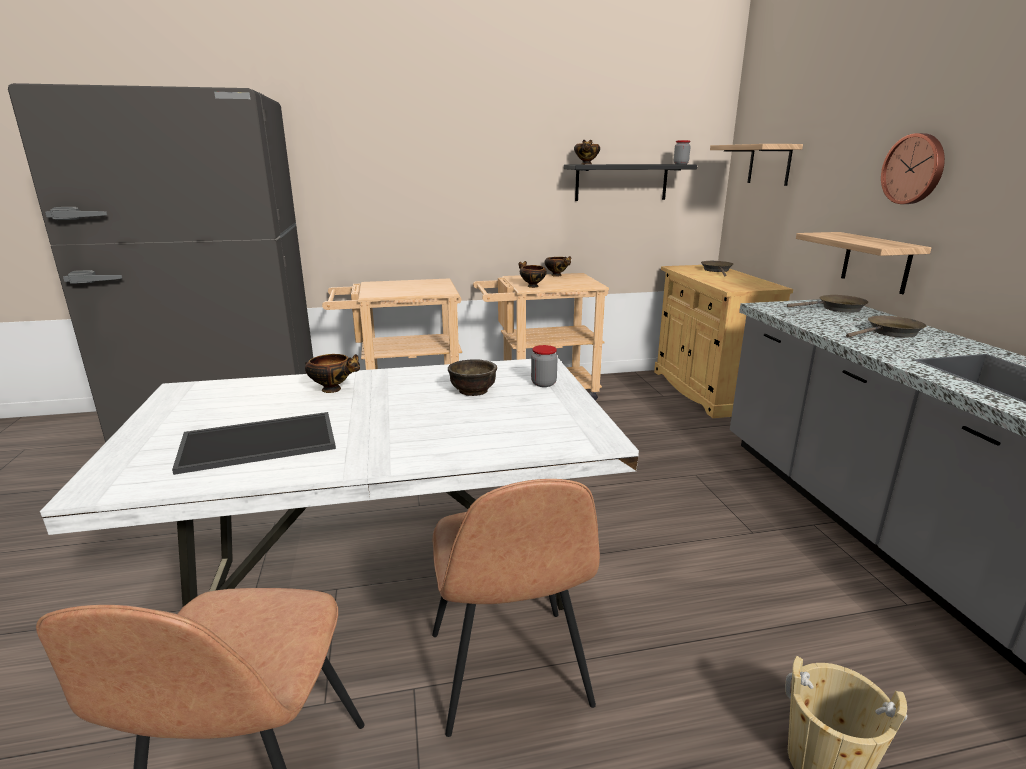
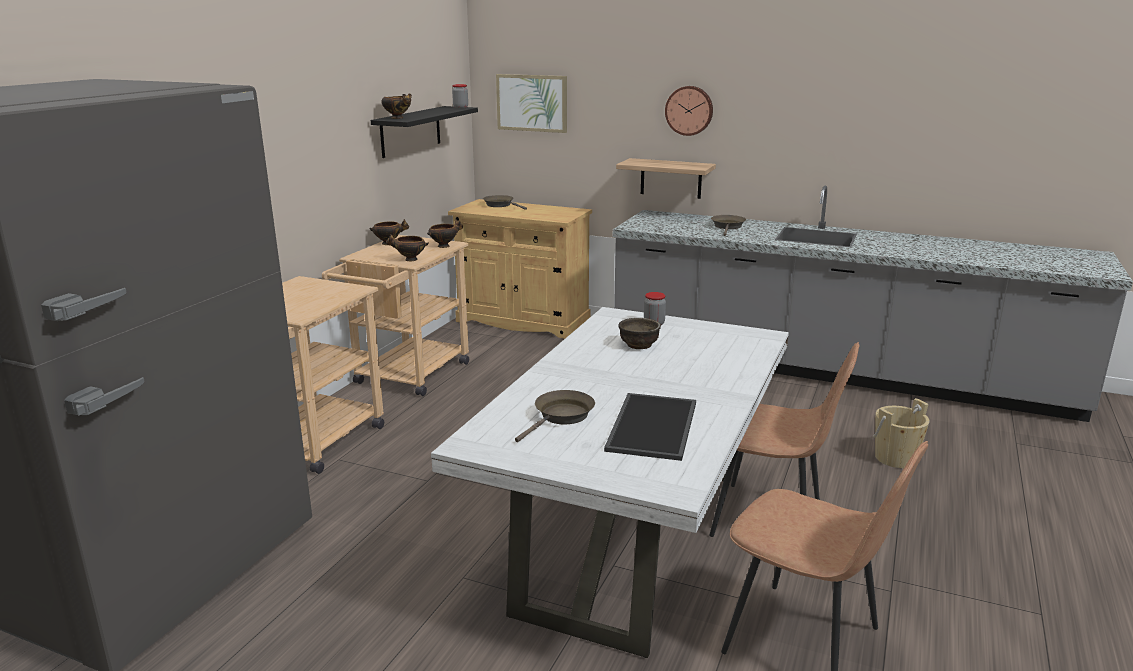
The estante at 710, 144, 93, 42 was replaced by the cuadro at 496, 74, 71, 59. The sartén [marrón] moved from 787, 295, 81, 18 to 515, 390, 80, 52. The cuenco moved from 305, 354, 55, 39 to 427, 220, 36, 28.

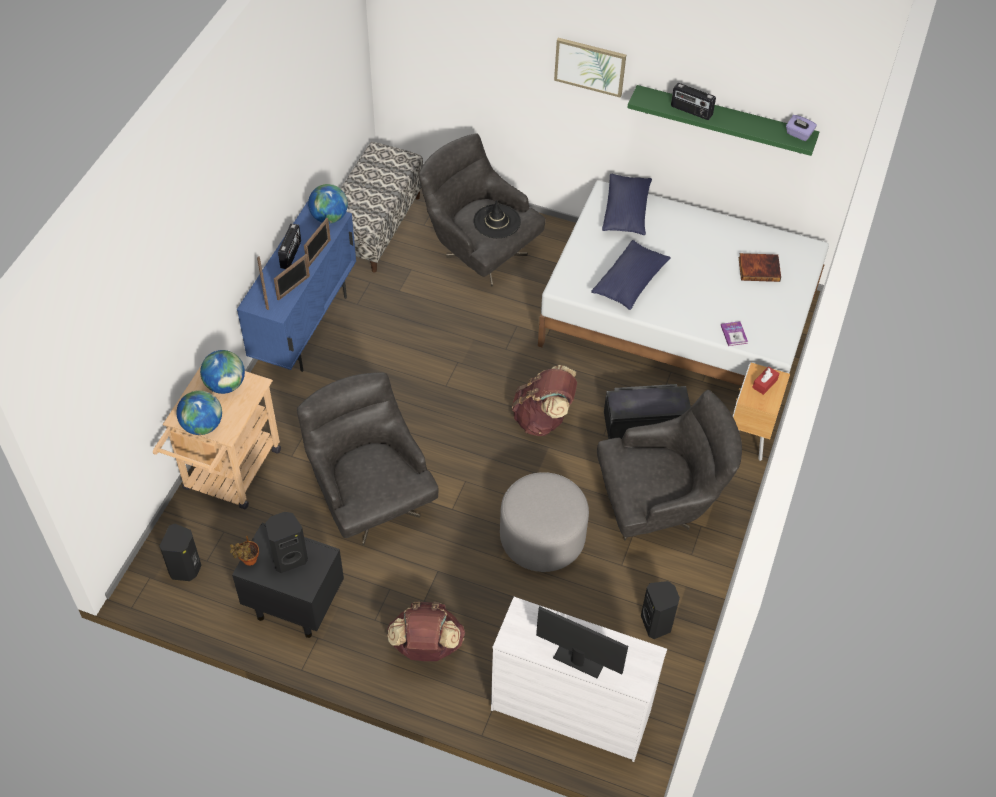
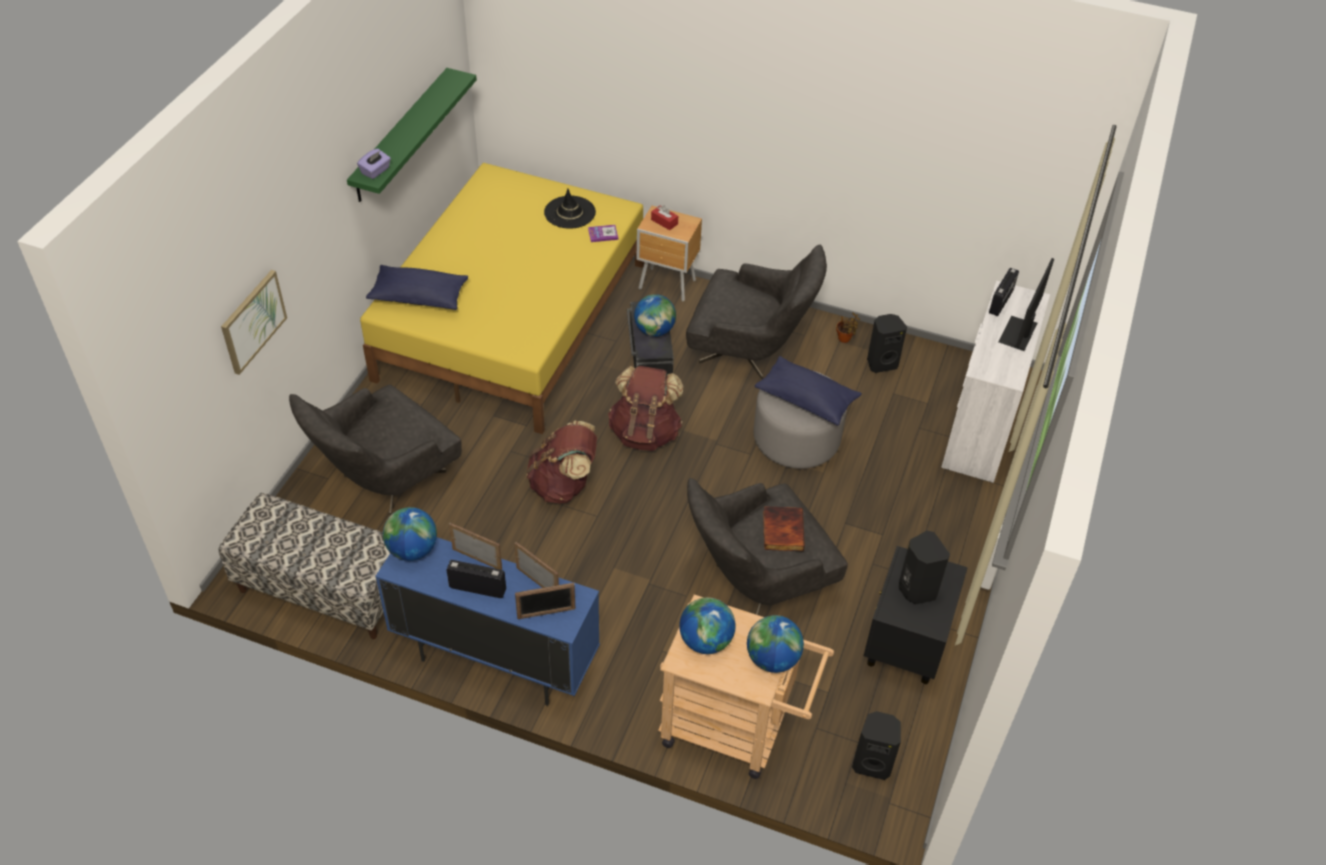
The cuadro moved from 554, 38, 72, 60 to 221, 270, 66, 105. The radio moved from 671, 83, 45, 37 to 989, 268, 30, 48. The caja de pañuelos [morado] moved from 786, 115, 31, 26 to 357, 148, 34, 31. The cama [blanco] at 538, 180, 291, 236 became the cama [amarillo] at 360, 163, 284, 271. The sombrero [negro] moved from 473, 200, 48, 38 to 544, 189, 52, 40. The cojín [azul] moved from 591, 240, 80, 70 to 754, 356, 108, 70. The libro moved from 739, 253, 42, 29 to 763, 506, 42, 45. The sillón [gris] at 597, 390, 145, 150 turned 120 degrees clockwise. The planta en maceta moved from 230, 536, 29, 30 to 836, 312, 24, 31. The mochila [marrón] moved from 387, 601, 78, 60 to 526, 421, 71, 83. The globo terráqueo at 634, 294, 42, 43 appeared.

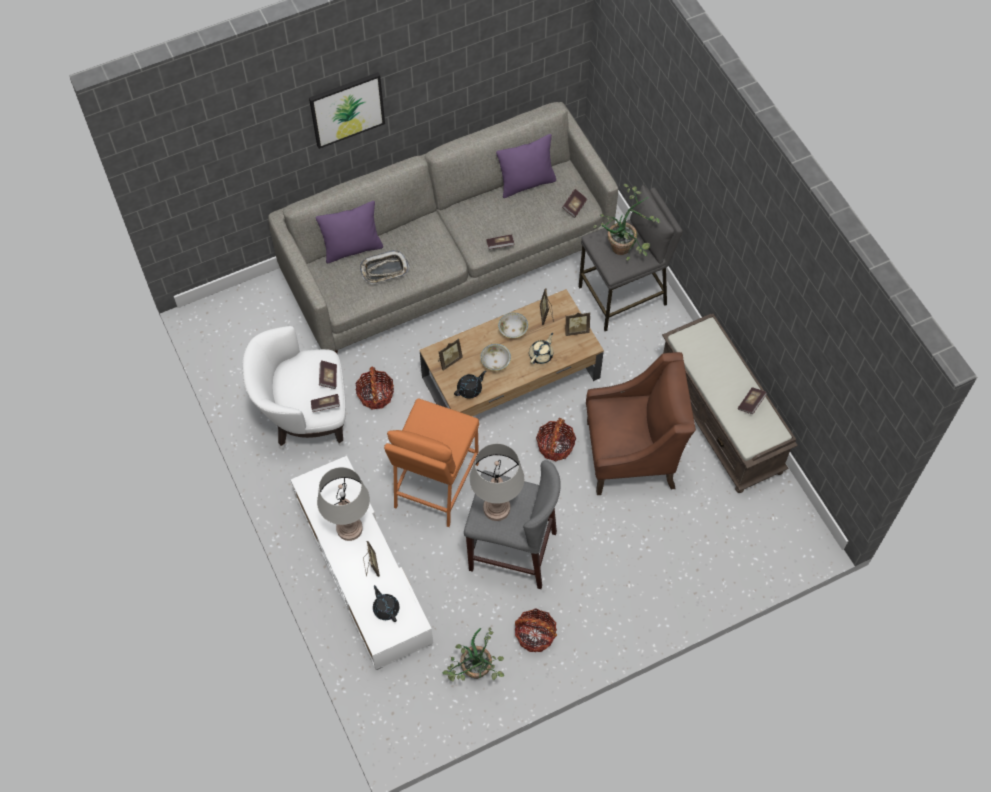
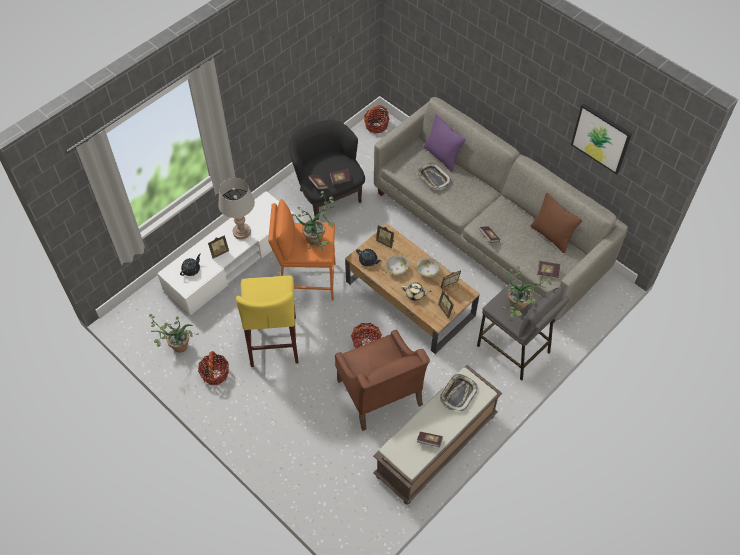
The cuadro moved from 309, 72, 76, 77 to 571, 103, 61, 72. The cojín [morado] at 496, 134, 60, 64 became the cojín [marrón] at 531, 193, 51, 60. The sillón [blanco] at 242, 326, 104, 124 became the sillón [negro] at 289, 120, 76, 100. The cesta moved from 356, 367, 38, 43 to 364, 105, 25, 29. The lámpara de mesa [gris] at 470, 443, 54, 78 disappeared. The taburete [gris] at 464, 460, 97, 129 became the taburete [amarillo] at 236, 276, 63, 91. The planta en maceta at 292, 191, 43, 59 appeared. The bandeja at 440, 374, 38, 38 appeared.

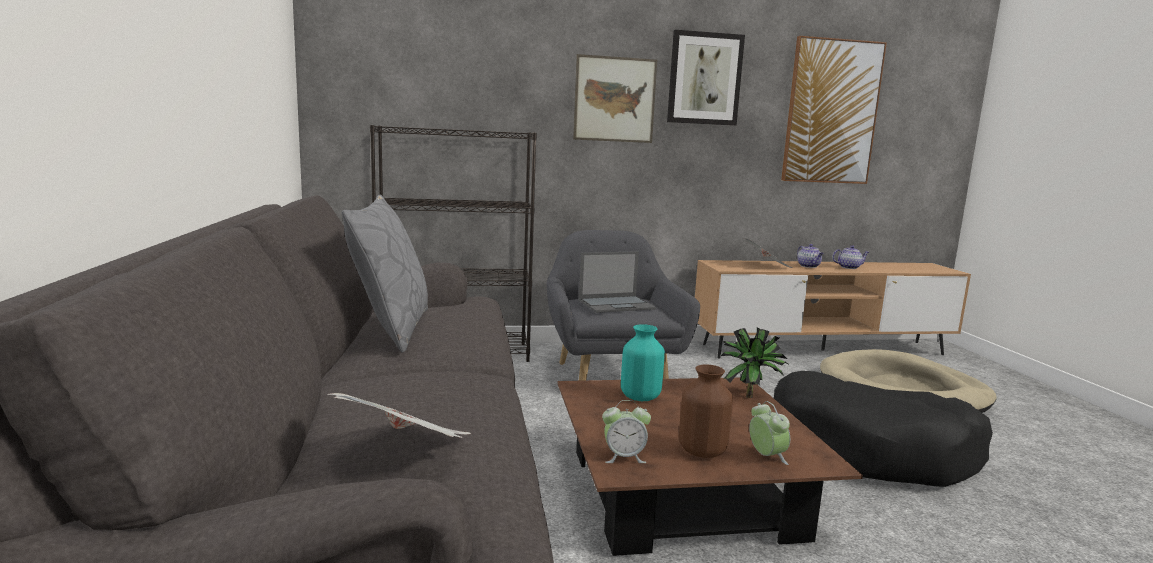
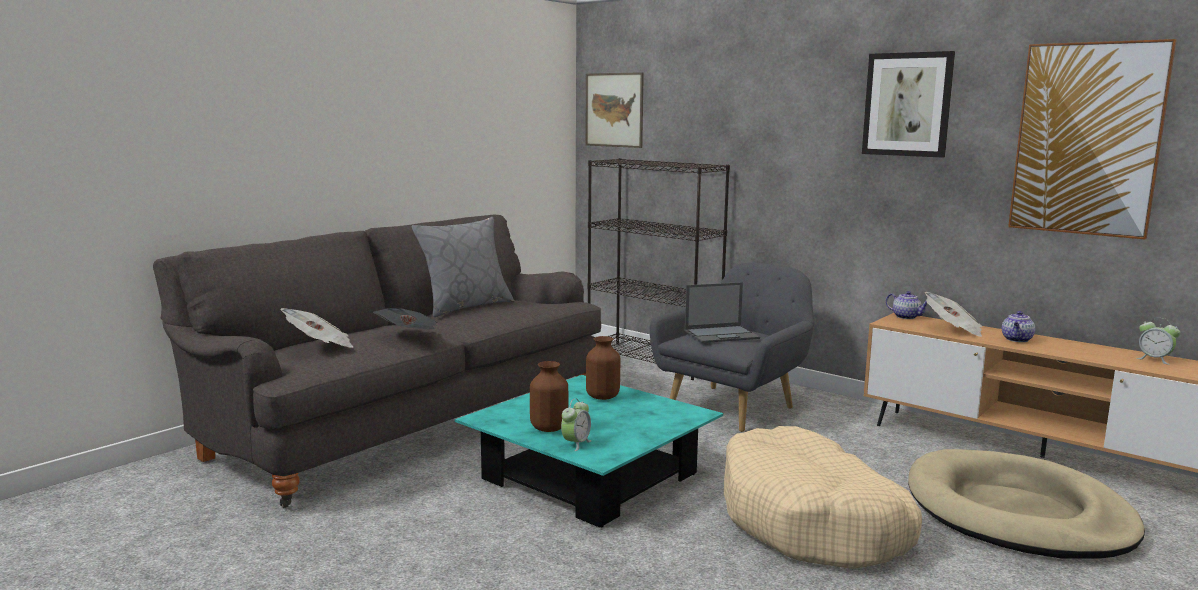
The cuadro moved from 573, 54, 84, 89 to 585, 72, 59, 76. The tetera moved from 832, 245, 37, 24 to 886, 291, 42, 28. The portátil at 579, 251, 77, 62 turned 45 degrees counterclockwise. The florero [turquesa] at 621, 324, 44, 77 became the florero [marrón] at 586, 336, 34, 64. The planta en maceta at 721, 327, 67, 71 disappeared. The cama para perro [negro] at 774, 371, 219, 116 became the cama para perro [beis] at 724, 426, 198, 143. The mesa de centro [marrón] at 557, 377, 306, 179 became the mesa de centro [turquesa] at 455, 375, 268, 153. The despertador moved from 602, 400, 49, 63 to 1136, 318, 44, 47. The periódico at 373, 308, 65, 22 appeared.

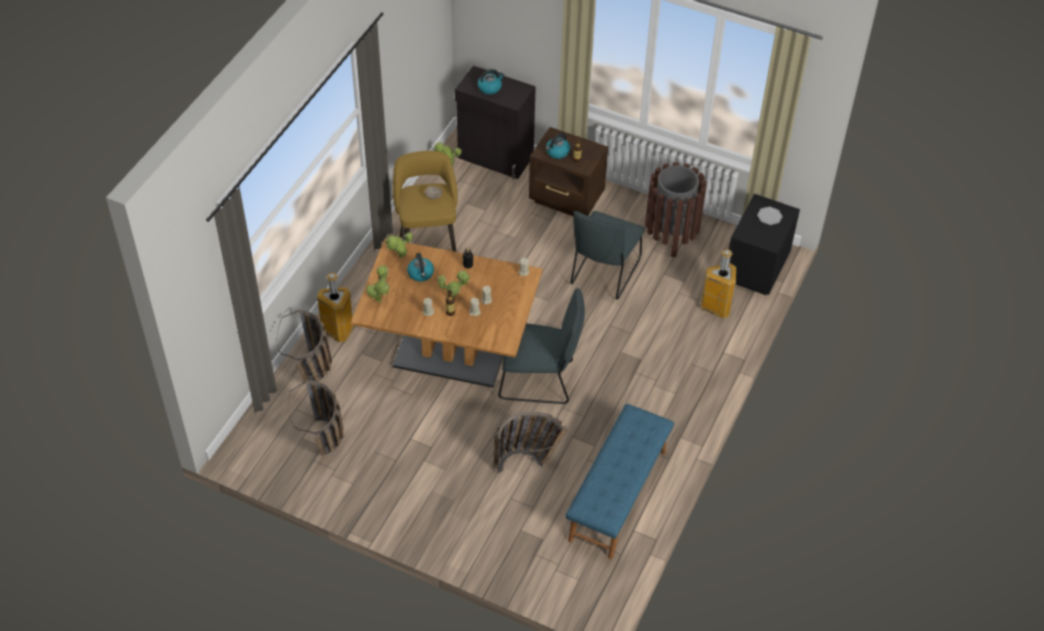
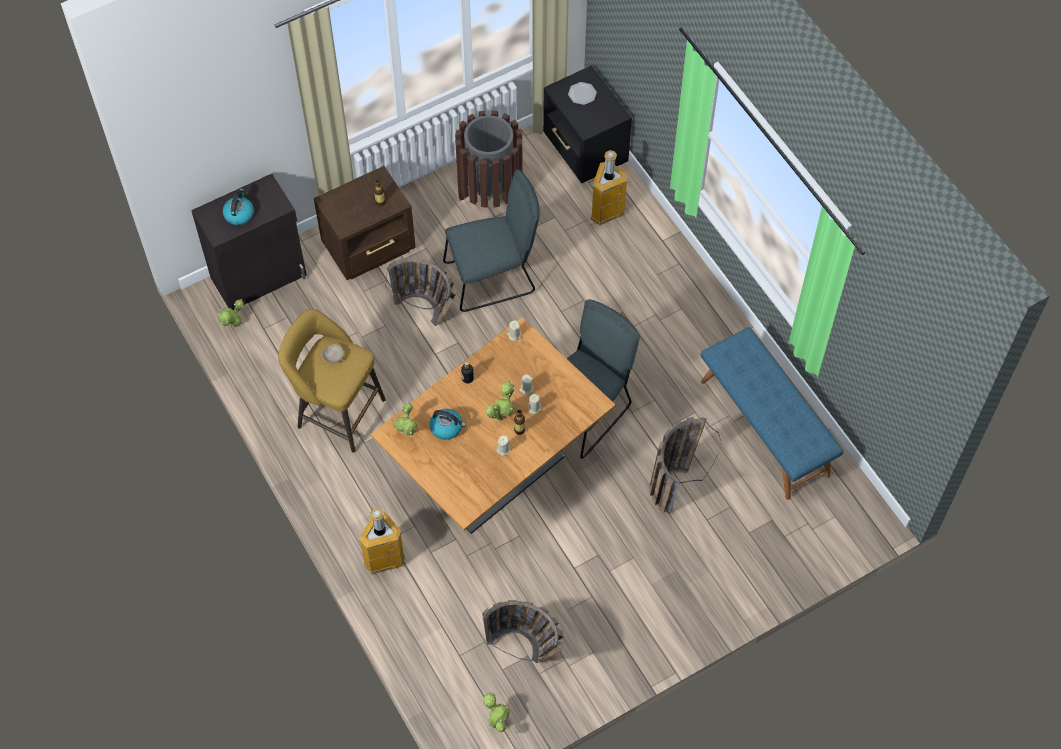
The hervidor at 546, 133, 24, 26 disappeared. The silla [gris] at 571, 211, 74, 89 turned 75 degrees counterclockwise. The planta en maceta moved from 366, 265, 23, 37 to 483, 692, 27, 40. The cesta moved from 276, 310, 56, 71 to 385, 258, 71, 68.

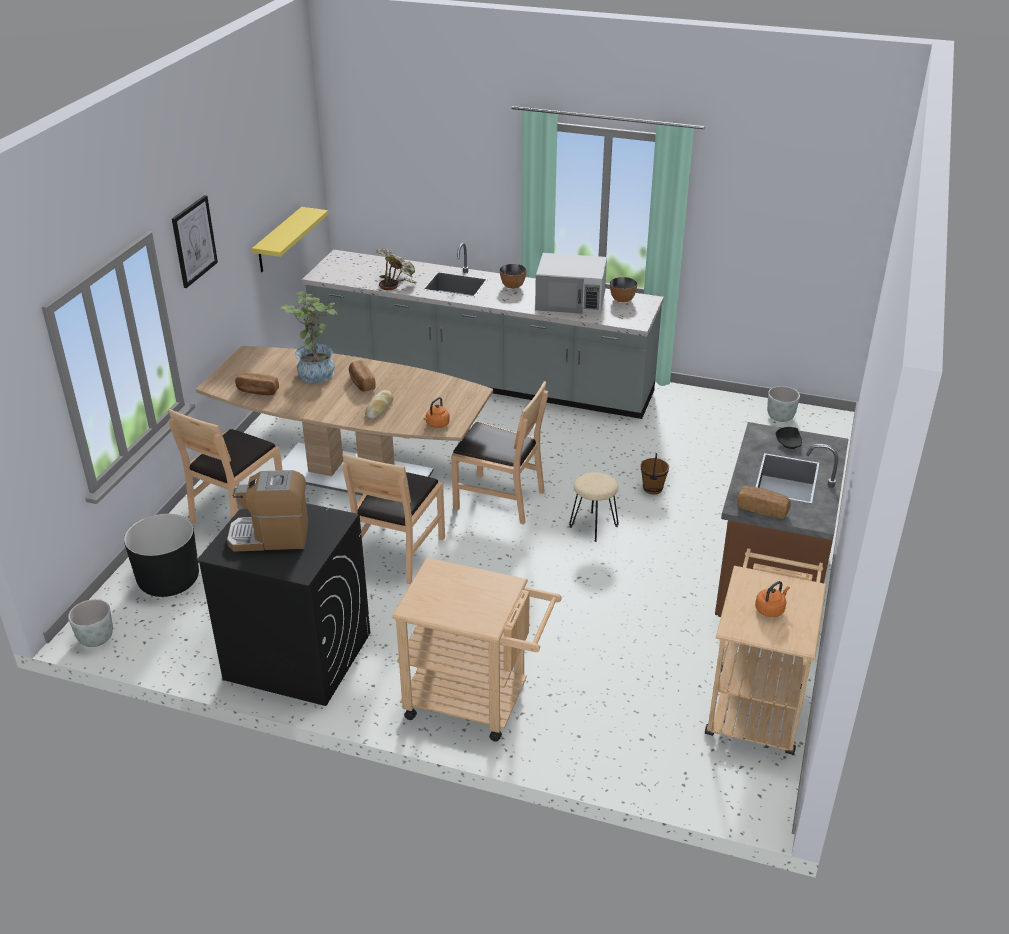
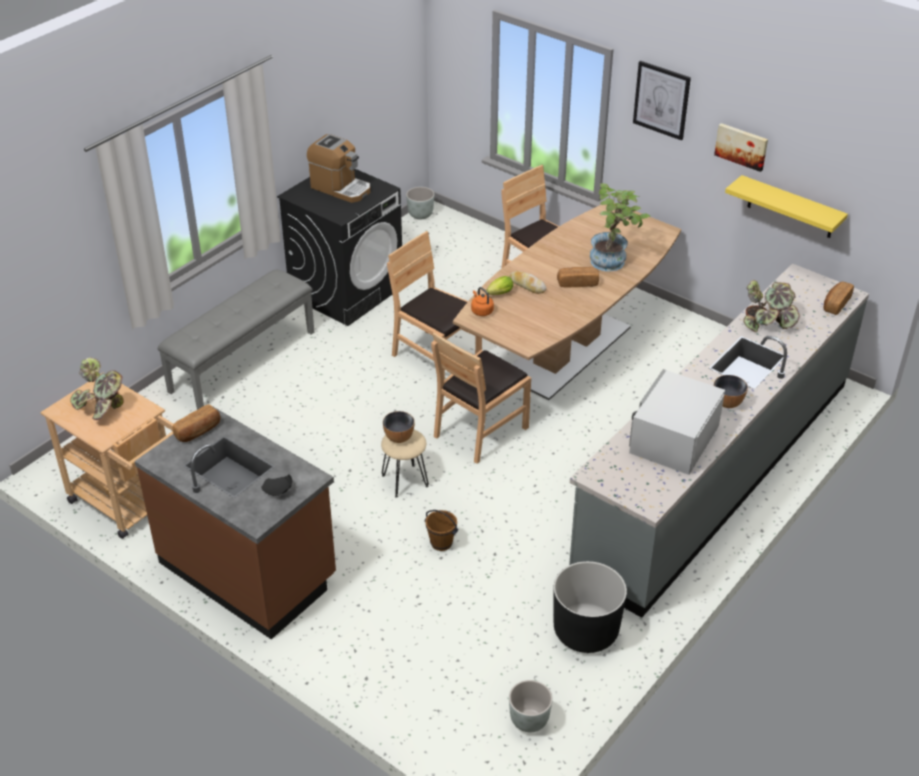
The cuenco moved from 610, 277, 27, 26 to 383, 411, 31, 32. The pan moved from 235, 372, 44, 23 to 824, 282, 30, 33. The cafetera at 227, 470, 81, 82 turned 105 degrees clockwise. The maceta [negro] moved from 124, 514, 75, 83 to 553, 561, 74, 92. The carrito [beis] at 392, 558, 170, 184 was replaced by the banco [gris] at 158, 270, 156, 140. The hervidor [naranja] at 755, 581, 35, 36 was replaced by the planta en maceta at 70, 357, 54, 63. The cuadro at 714, 123, 54, 49 appeared. The lechuga at 486, 276, 27, 19 appeared.

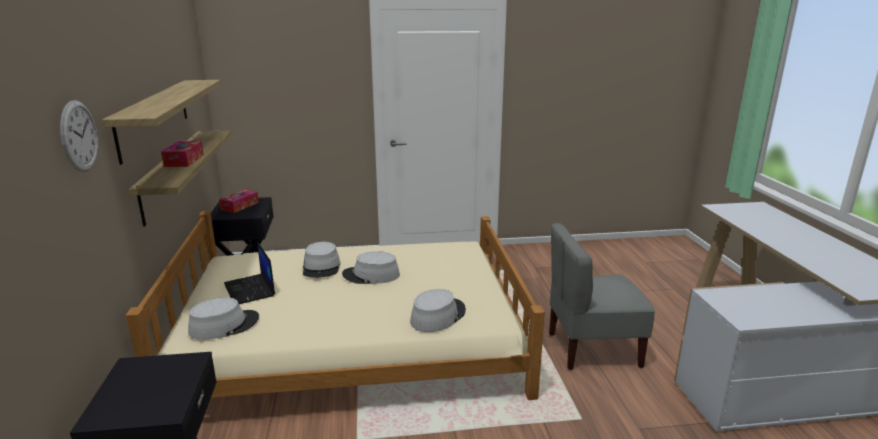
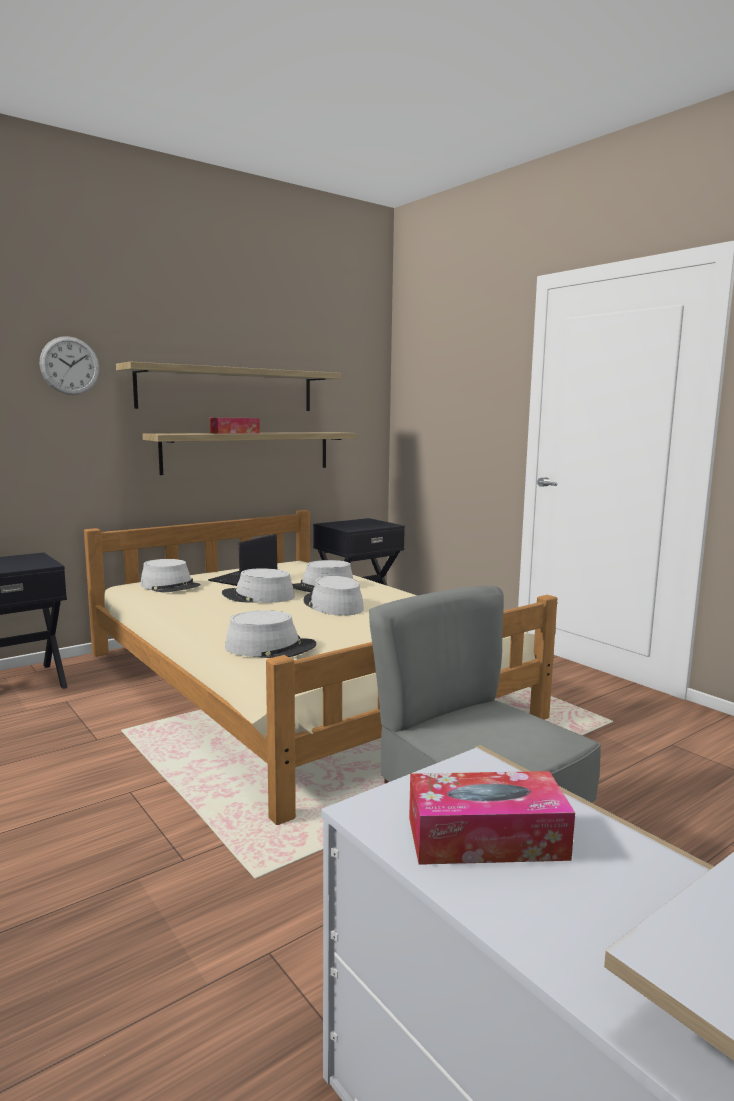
The caja de pañuelos moved from 219, 190, 40, 23 to 409, 771, 166, 94. The sombrero [gris] at 222, 568, 73, 35 appeared.

